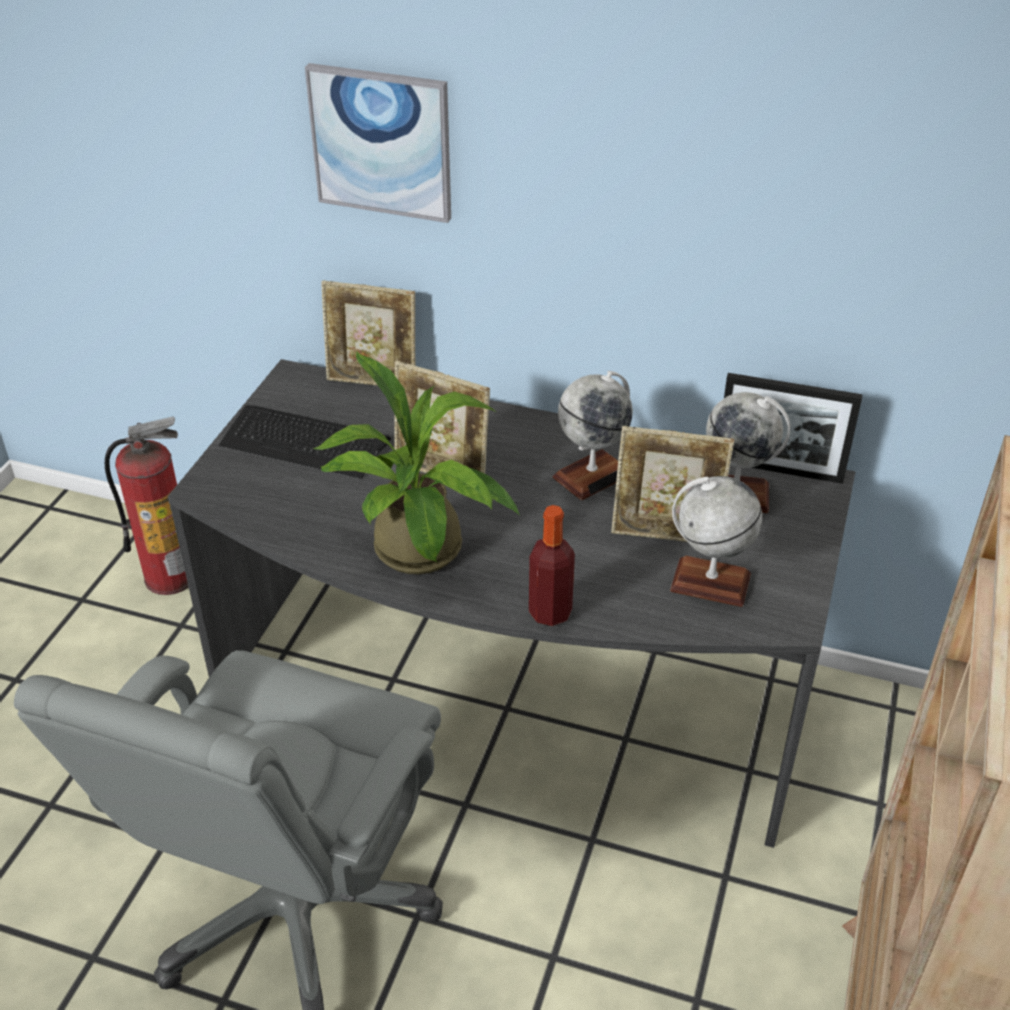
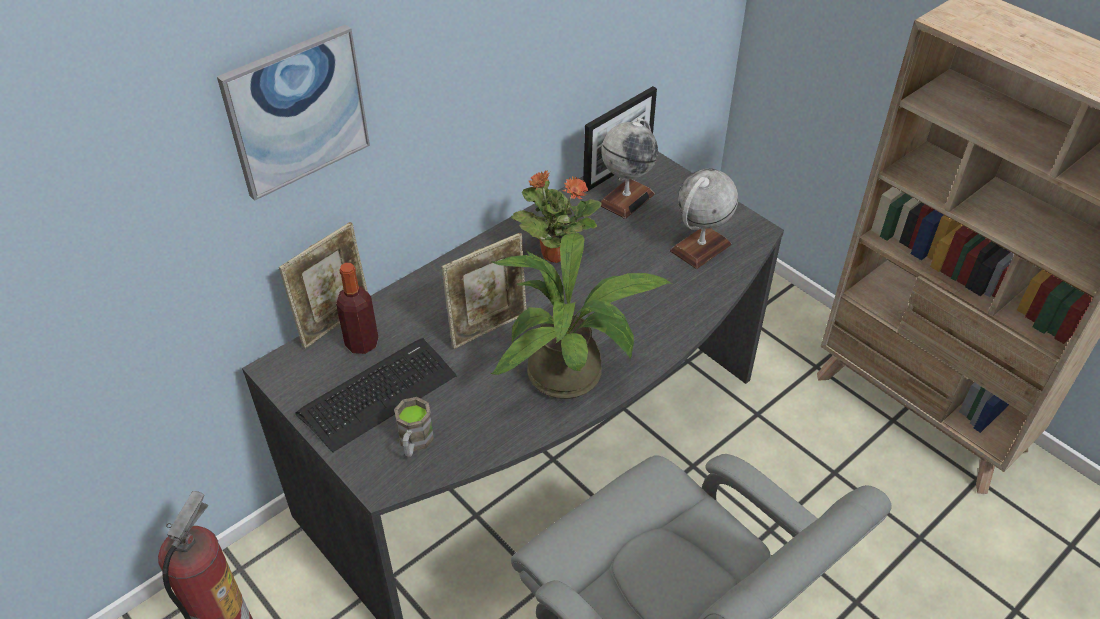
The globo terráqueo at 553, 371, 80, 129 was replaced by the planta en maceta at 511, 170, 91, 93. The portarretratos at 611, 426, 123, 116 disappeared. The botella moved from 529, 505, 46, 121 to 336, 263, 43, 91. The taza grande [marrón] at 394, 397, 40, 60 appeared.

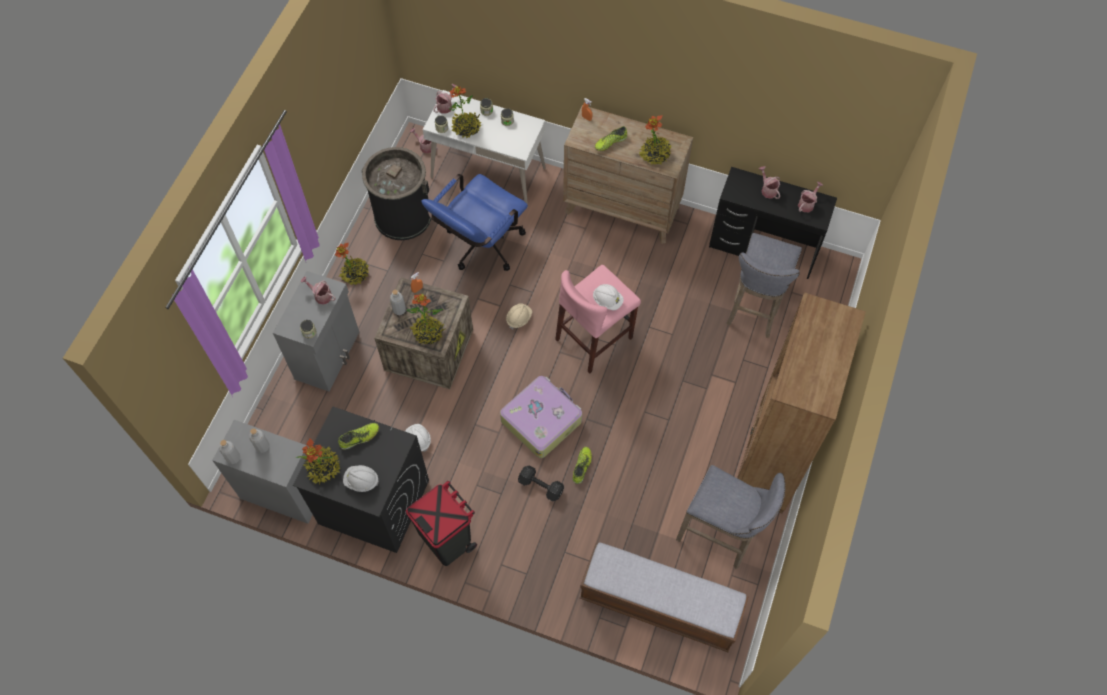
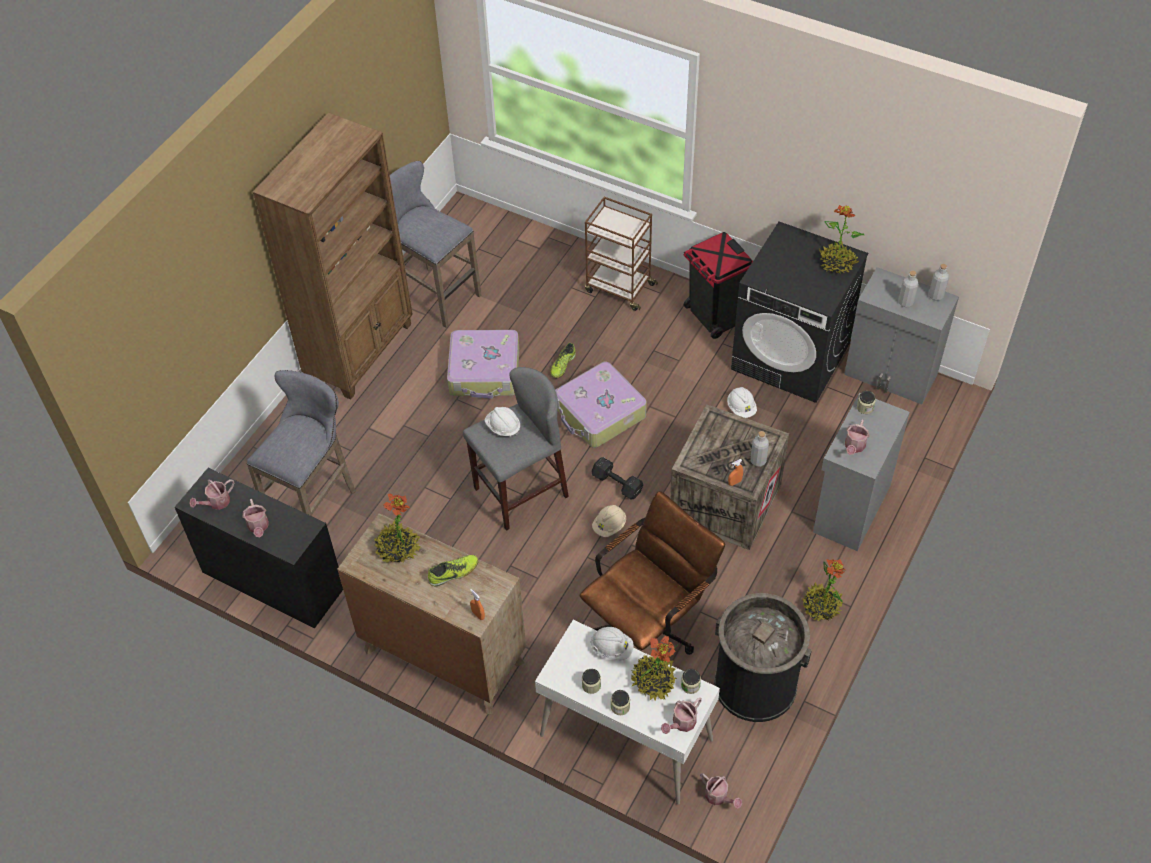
The silla de oficina [azul] at 421, 174, 107, 97 became the silla de oficina [marrón] at 580, 491, 145, 164. The taburete [rosa] at 555, 265, 86, 109 became the taburete [gris] at 463, 367, 106, 164. The regadera at 300, 276, 36, 29 turned 75 degrees clockwise. The planta en maceta at 407, 294, 38, 50 disappeared. The zapato at 339, 423, 40, 27 disappeared. The casco [blanco] moved from 343, 465, 36, 27 to 590, 627, 44, 33. The mancuerna [negro] moved from 518, 465, 46, 36 to 592, 457, 51, 43. The banco at 580, 542, 168, 110 disappeared. The carrito [marrón] at 585, 197, 73, 114 appeared. The maleta at 447, 330, 72, 69 appeared.

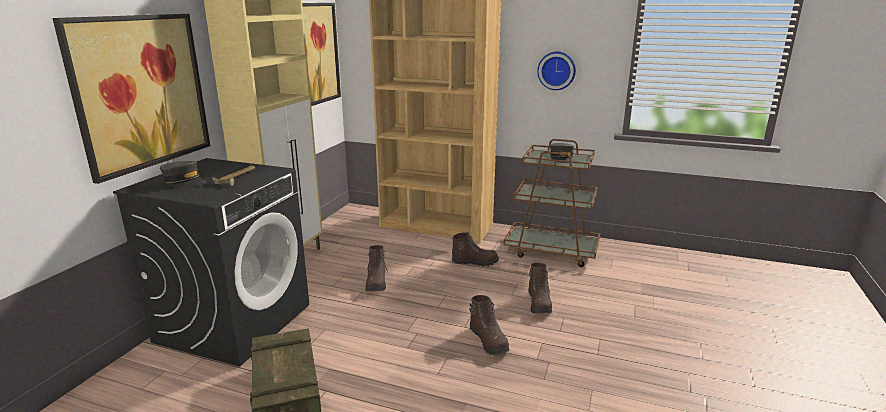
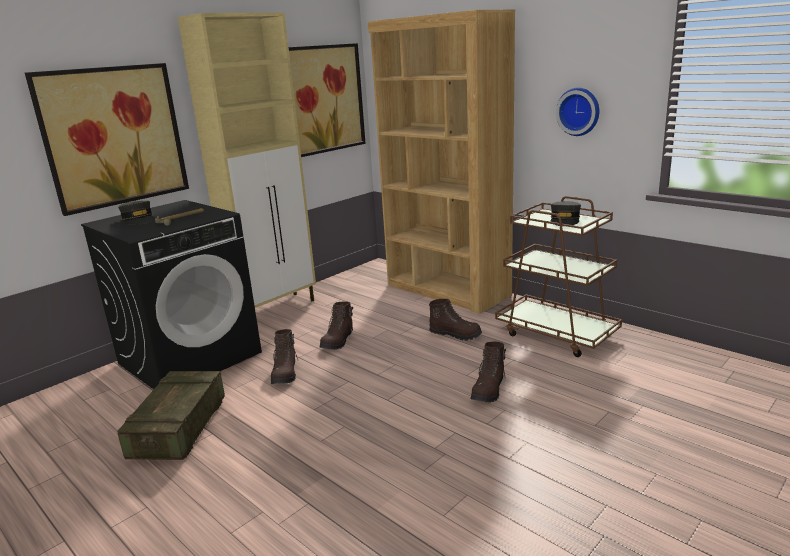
The bota [marrón] moved from 469, 295, 40, 60 to 271, 329, 28, 55.

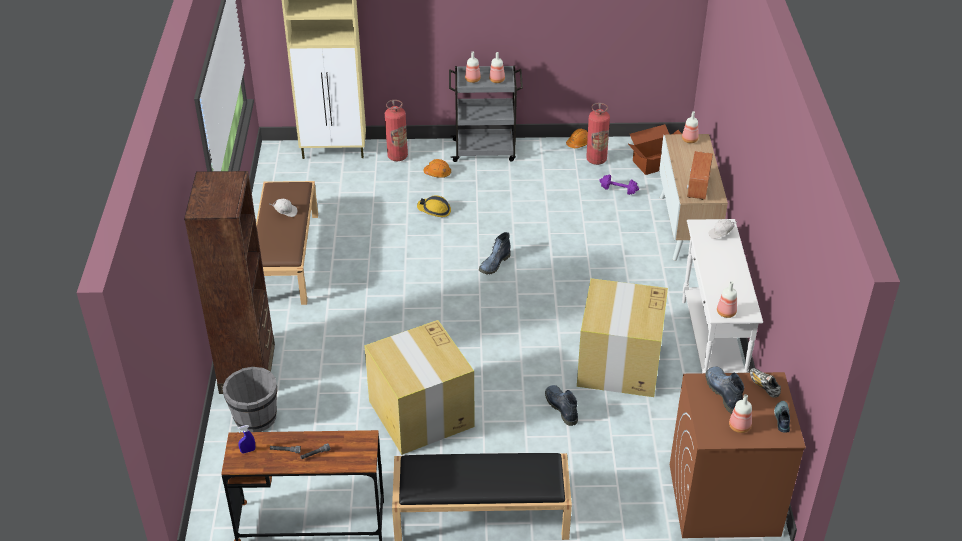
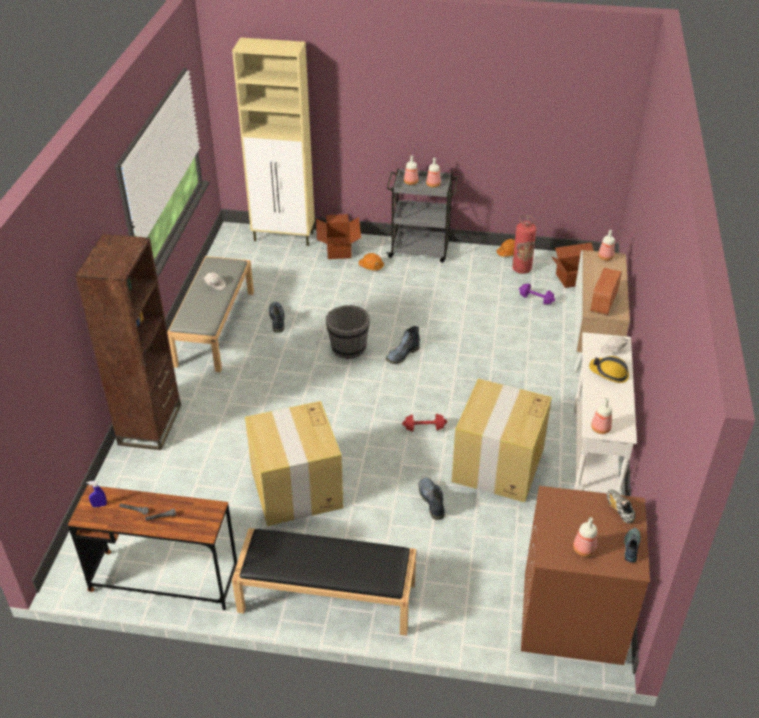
The extintor at 385, 100, 23, 61 was replaced by the caja de cartón at 316, 214, 45, 45. The banco [marrón] at 256, 181, 62, 124 became the banco [gris] at 167, 256, 87, 116. The casco moved from 417, 195, 34, 22 to 589, 356, 40, 27. The bota moved from 705, 366, 39, 48 to 269, 302, 16, 31. The cubo [gris] moved from 223, 367, 54, 65 to 326, 305, 44, 54. The mancuerna [rojo] at 402, 414, 45, 18 appeared.

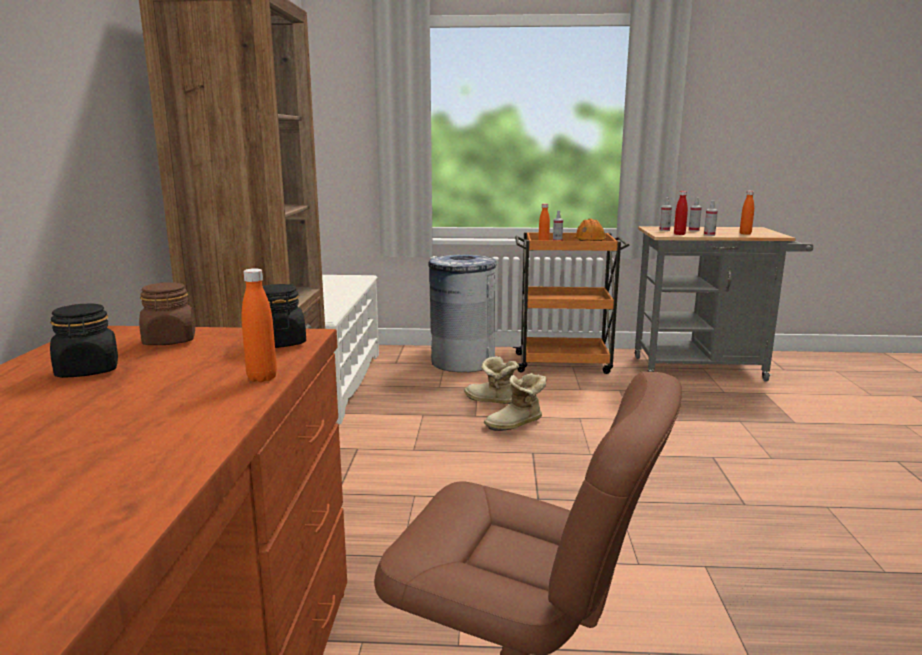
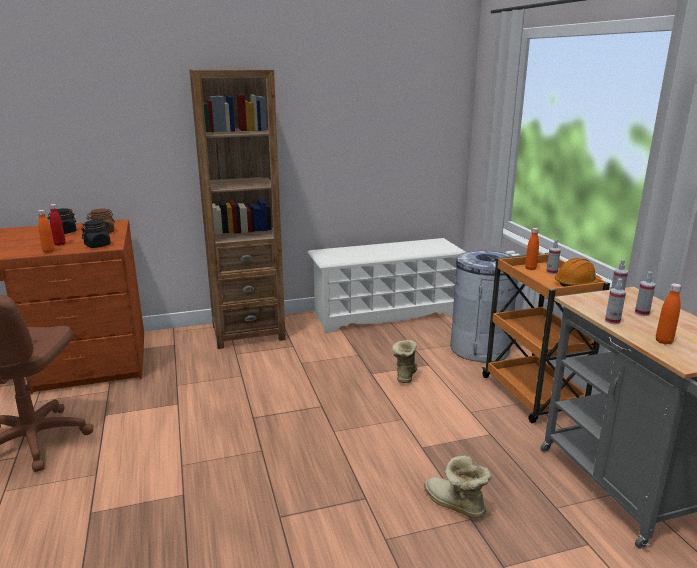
The botella [rojo] moved from 674, 191, 14, 44 to 49, 204, 16, 42. The bota moved from 484, 373, 62, 58 to 424, 455, 68, 63.

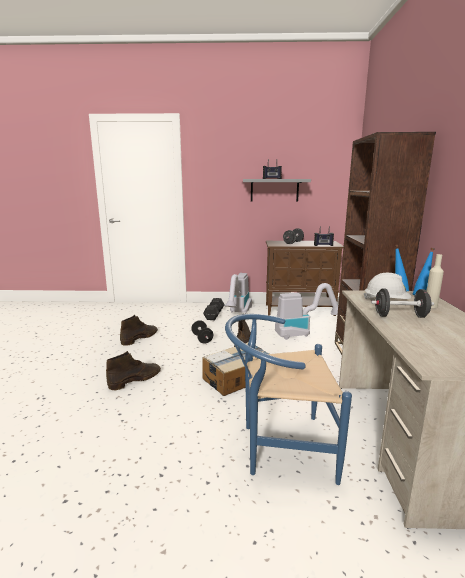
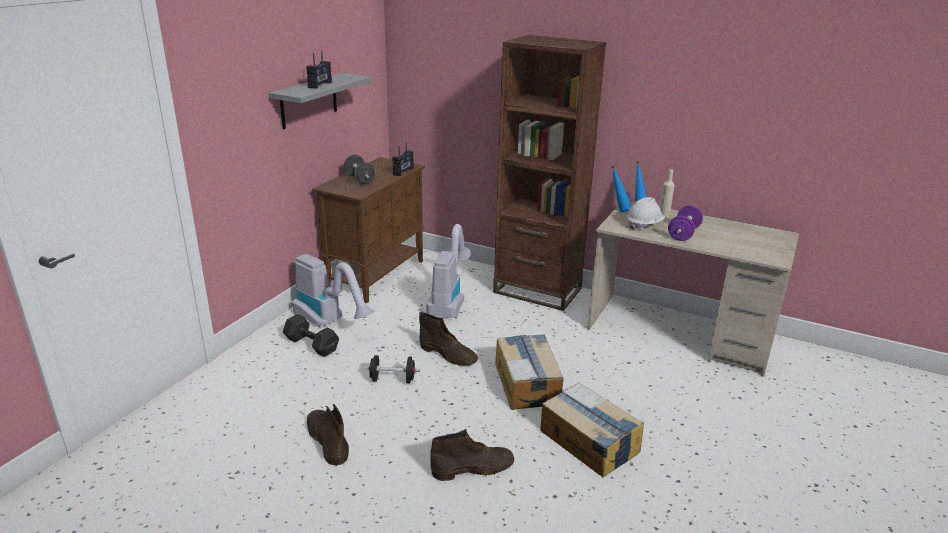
The mancuerna [negro] at 371, 288, 63, 30 became the mancuerna [morado] at 668, 205, 35, 36. The silla [azul] at 225, 314, 127, 171 disappeared. The bota [marrón] at 106, 351, 55, 39 turned 90 degrees clockwise. The caja de cartón at 540, 383, 104, 94 appeared.

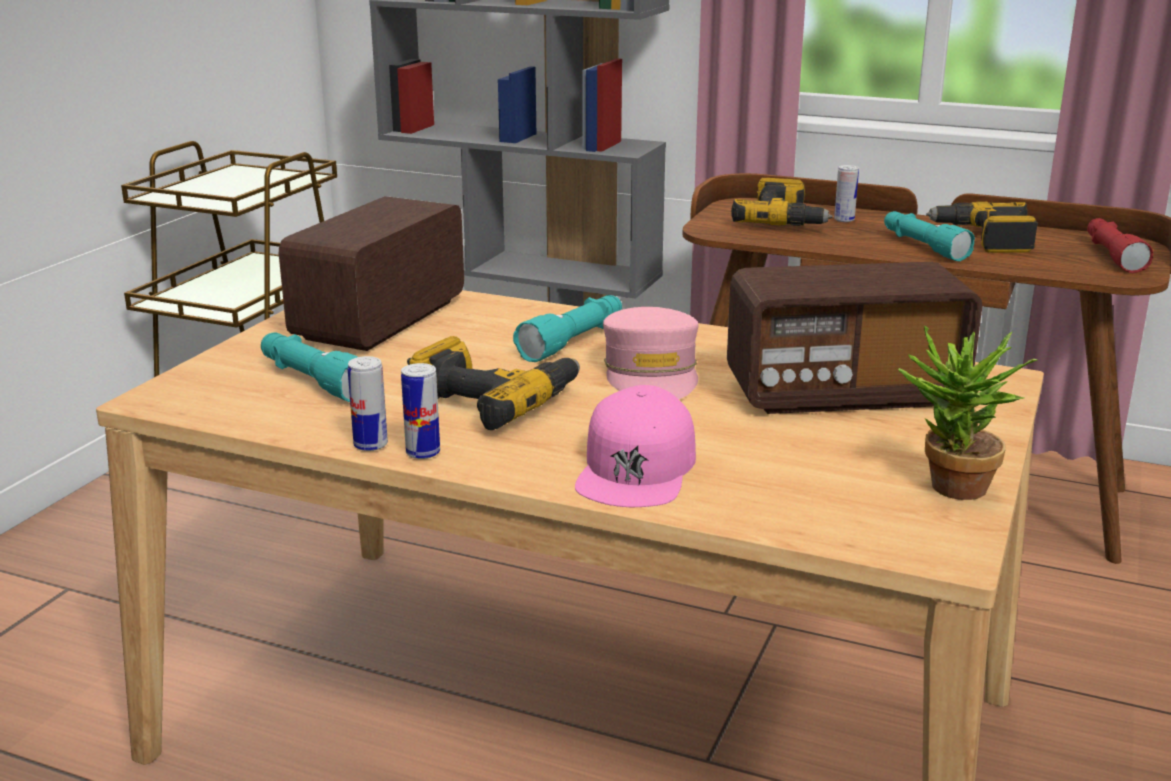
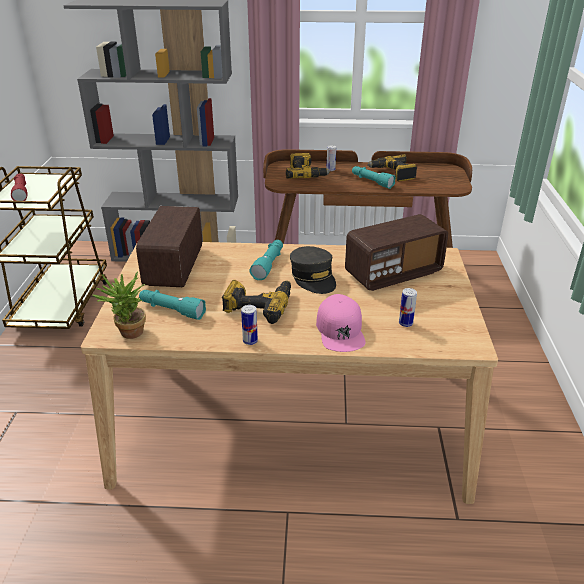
The linterna [rojo] moved from 1087, 218, 66, 55 to 11, 173, 16, 28. The gorra [rosa] at 603, 307, 95, 92 became the gorra [gris] at 290, 246, 46, 48. The planta en maceta moved from 898, 325, 139, 175 to 92, 271, 54, 68. The lata moved from 348, 356, 40, 95 to 399, 288, 18, 39.

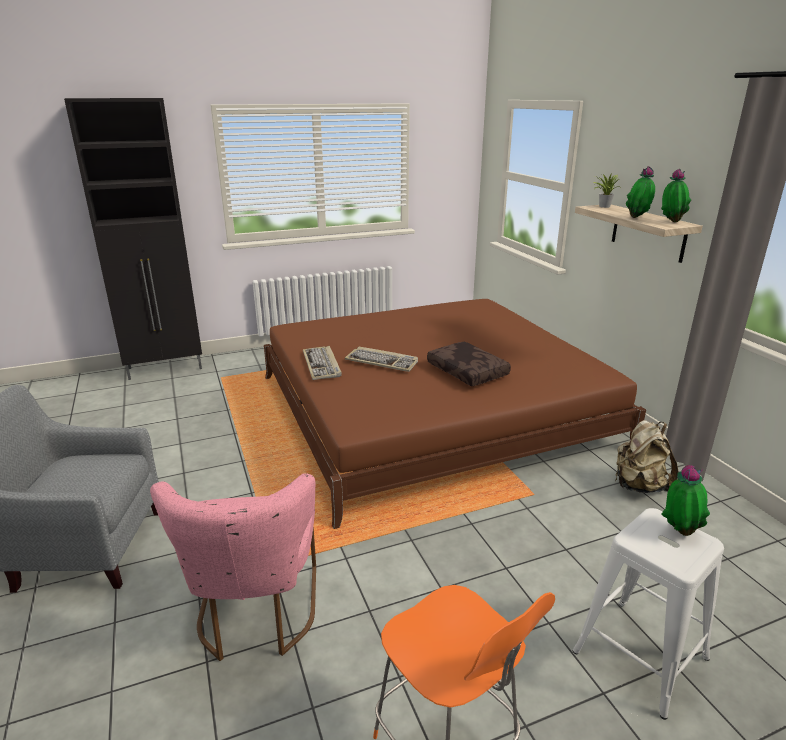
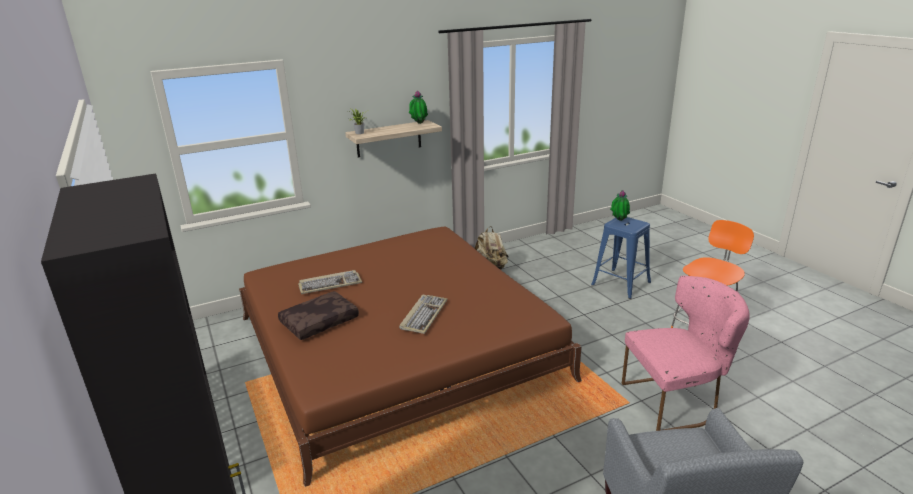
The planta en maceta at 626, 166, 29, 52 disappeared. The cojín [marrón] moved from 427, 342, 84, 44 to 278, 291, 81, 49. The teclado moved from 303, 346, 39, 34 to 298, 270, 64, 24. The taburete [blanco] at 573, 508, 151, 212 became the taburete [azul] at 591, 217, 60, 82.

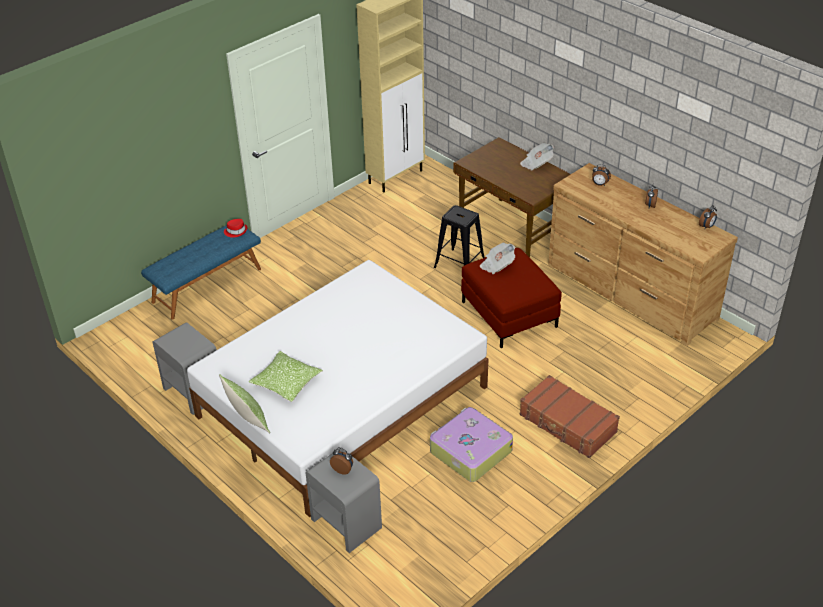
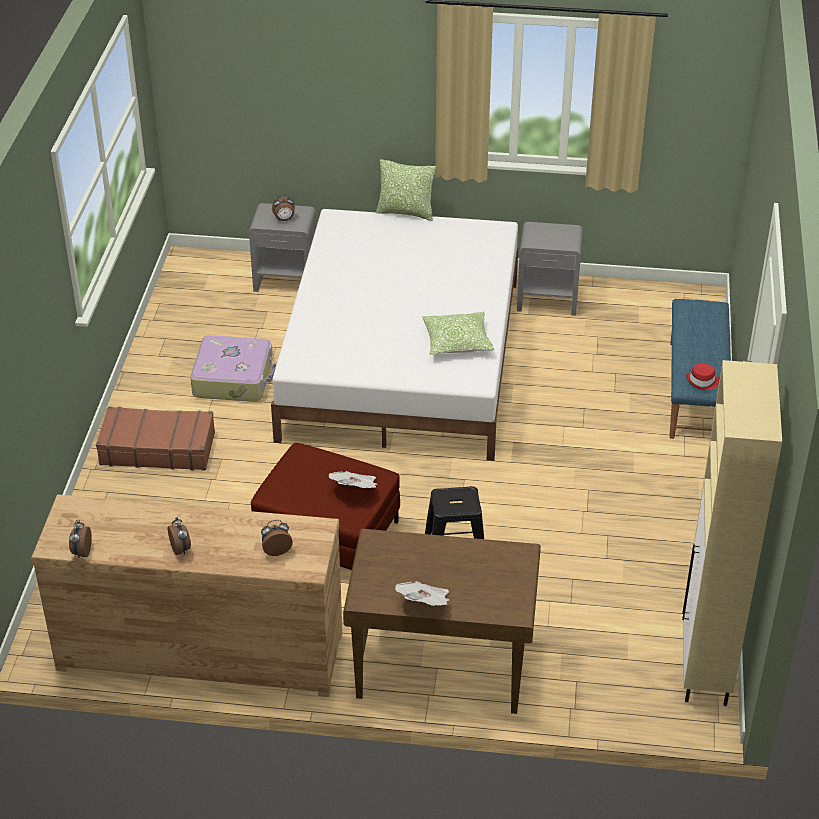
The cojín moved from 249, 351, 74, 51 to 422, 312, 72, 43.

